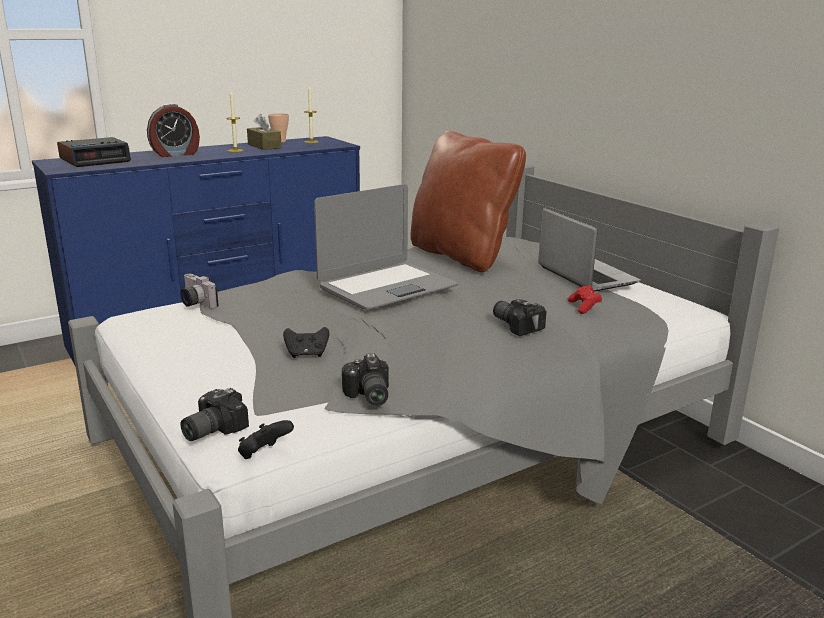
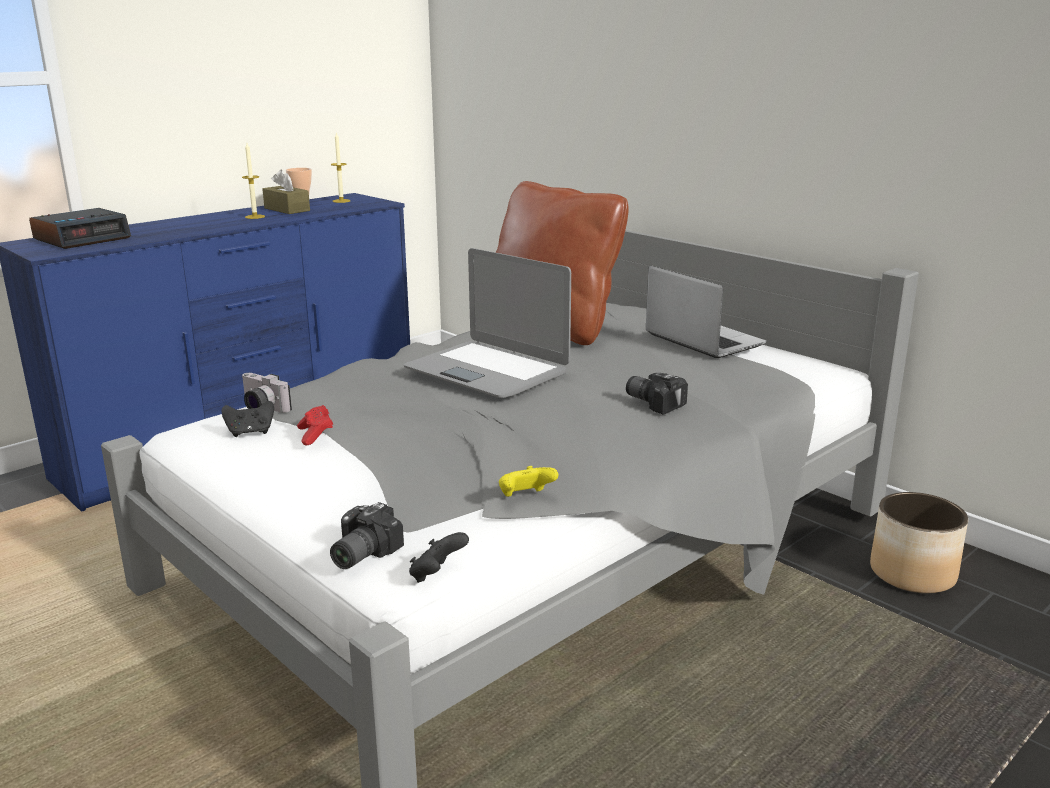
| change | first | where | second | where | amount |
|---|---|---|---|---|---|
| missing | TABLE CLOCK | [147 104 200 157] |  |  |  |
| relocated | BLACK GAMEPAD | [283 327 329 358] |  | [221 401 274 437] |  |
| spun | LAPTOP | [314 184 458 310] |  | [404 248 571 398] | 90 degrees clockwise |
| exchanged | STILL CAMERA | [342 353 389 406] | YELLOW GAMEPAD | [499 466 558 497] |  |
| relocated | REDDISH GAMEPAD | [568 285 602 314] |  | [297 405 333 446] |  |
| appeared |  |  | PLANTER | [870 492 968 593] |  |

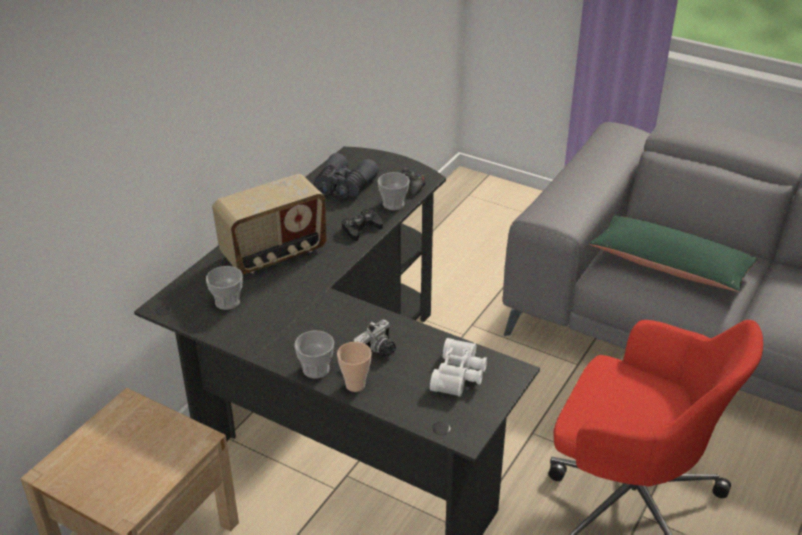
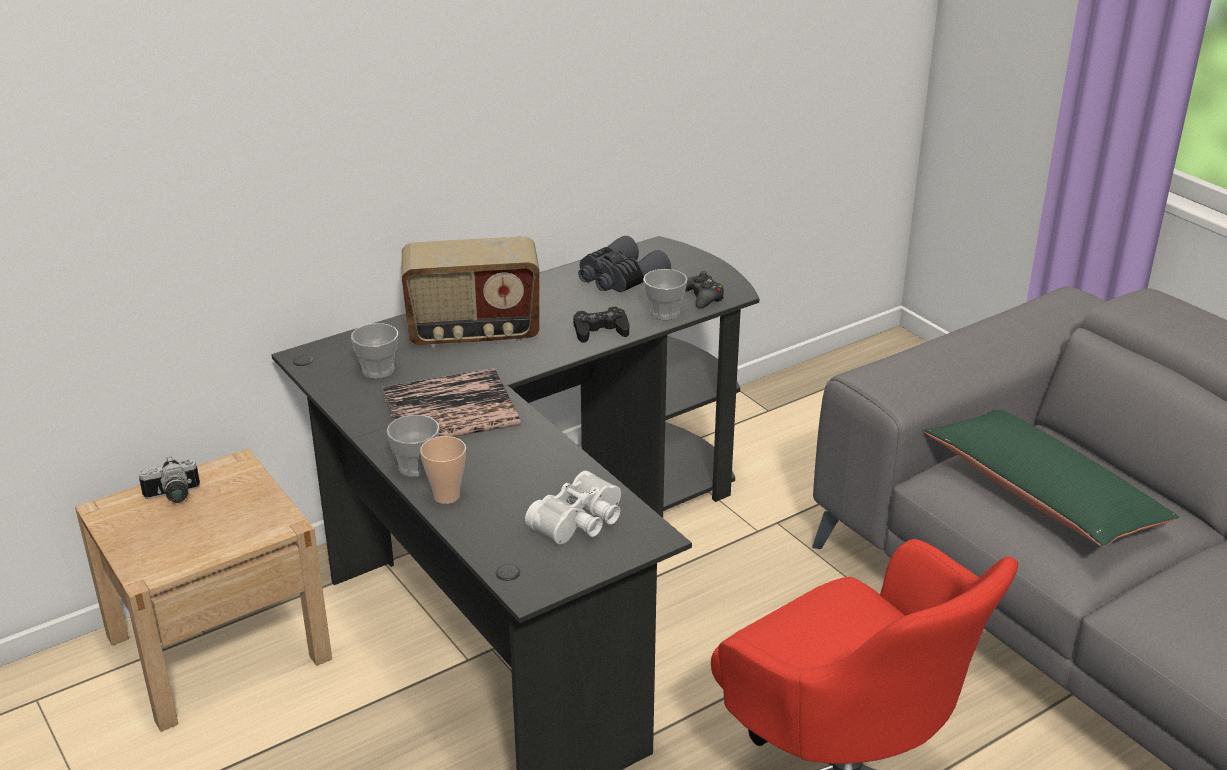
| change | first | where | second | where | amount |
|---|---|---|---|---|---|
| relocated | STILL CAMERA | [354 320 396 357] |  | [139 456 200 503] |  |
| appeared |  |  | BOOK | [382 368 521 437] |  |

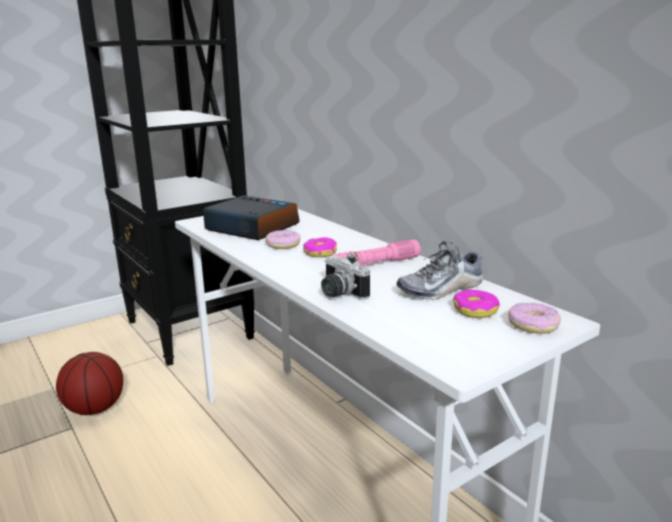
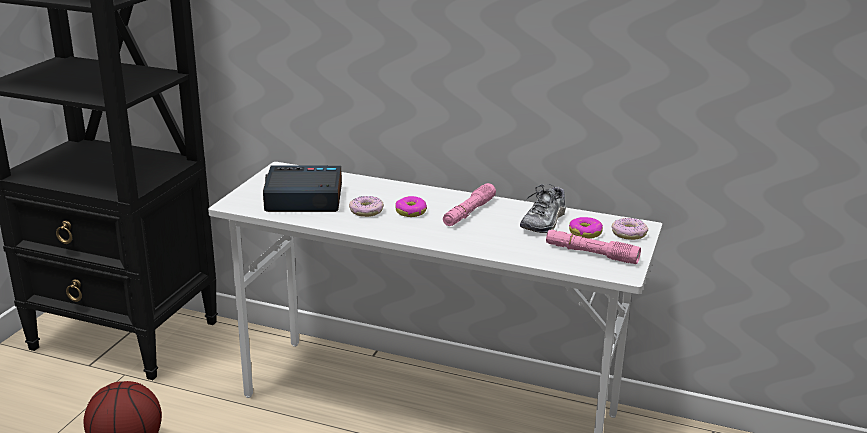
| change | first | where | second | where | amount |
|---|---|---|---|---|---|
| missing | STILL CAMERA | [321 254 370 300] |  |  |  |
| appeared |  |  | PINK-COLOURED TORCH | [546 230 641 264] |  |

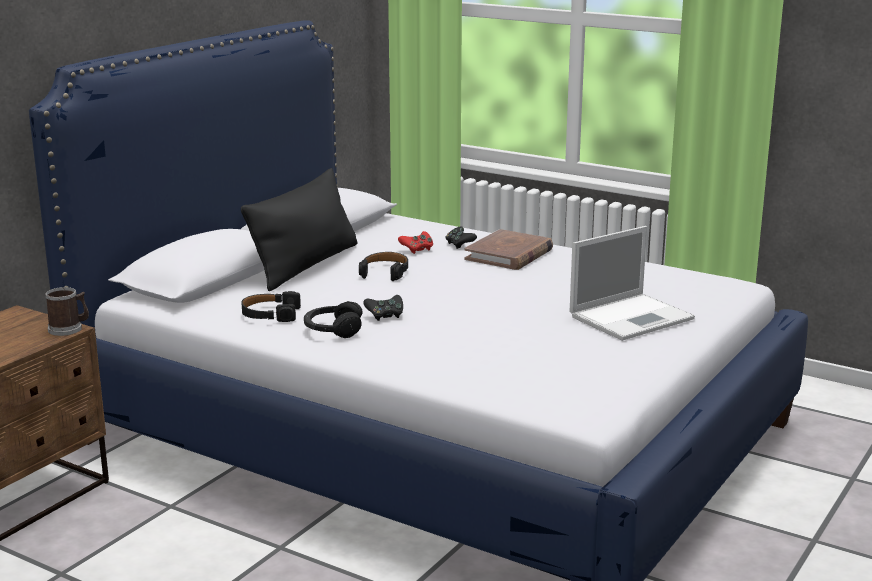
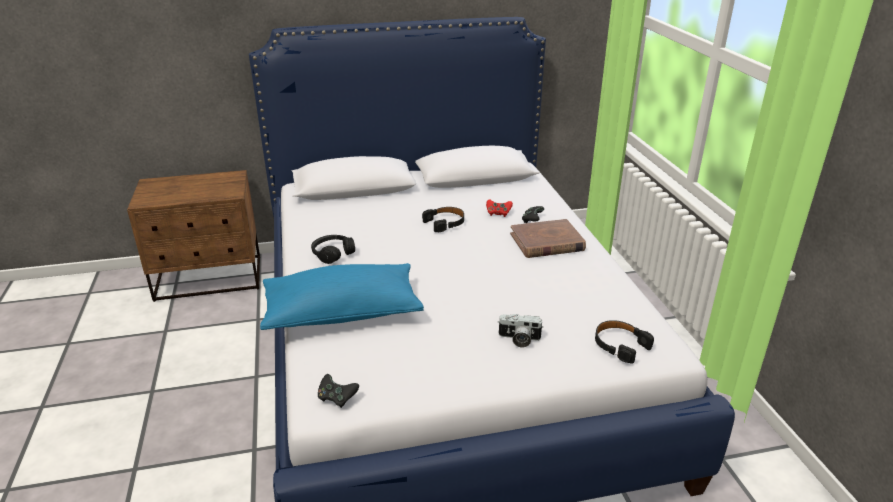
| change | first | where | second | where | amount |
|---|---|---|---|---|---|
| missing | TEA MUG | [45 287 89 336] |  |  |  |
| missing | BLACK CUSHION | [241 168 357 291] |  |  |  |
| relocated | BLACK HEADPHONES | [242 291 301 322] |  | [595 320 654 364] |  |
| relocated | BLACK GAMEPAD | [363 295 403 321] |  | [318 374 359 408] |  |
| exchanged | LAPTOP | [569 226 695 341] | STILL CAMERA | [498 314 543 347] |  |
| appeared |  |  | BLUE CUSHION | [260 263 424 330] |  |

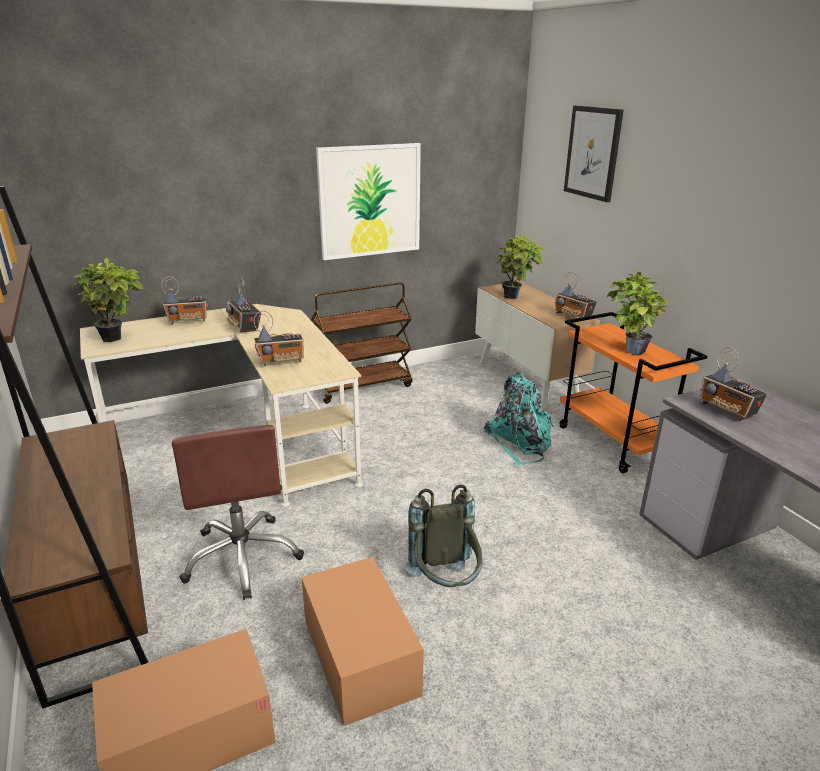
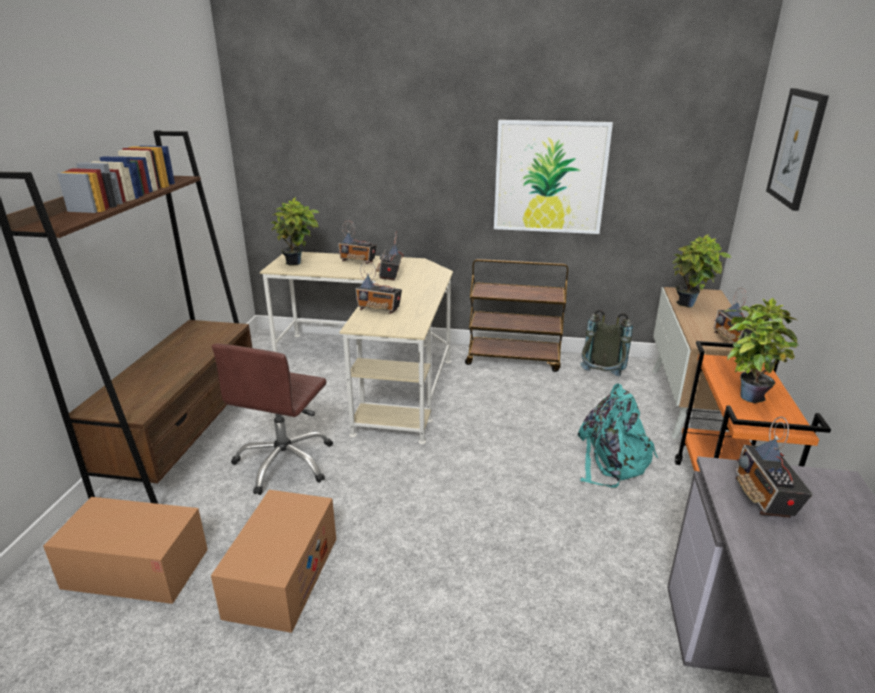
| change | first | where | second | where | amount |
|---|---|---|---|---|---|
| relocated | GREYISH RUCKSACK | [405 484 483 587] |  | [580 310 633 377] |  |

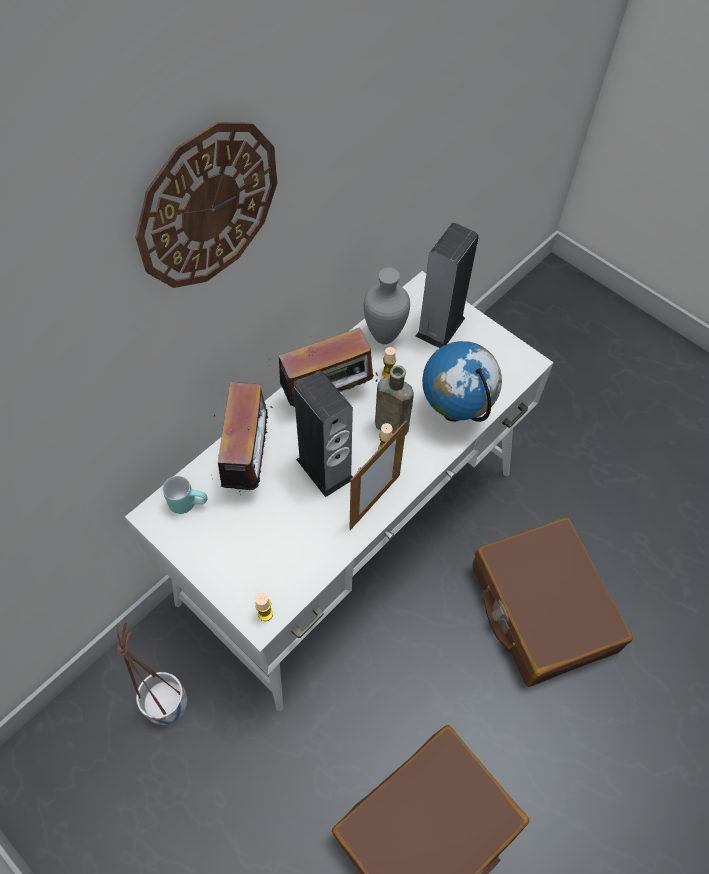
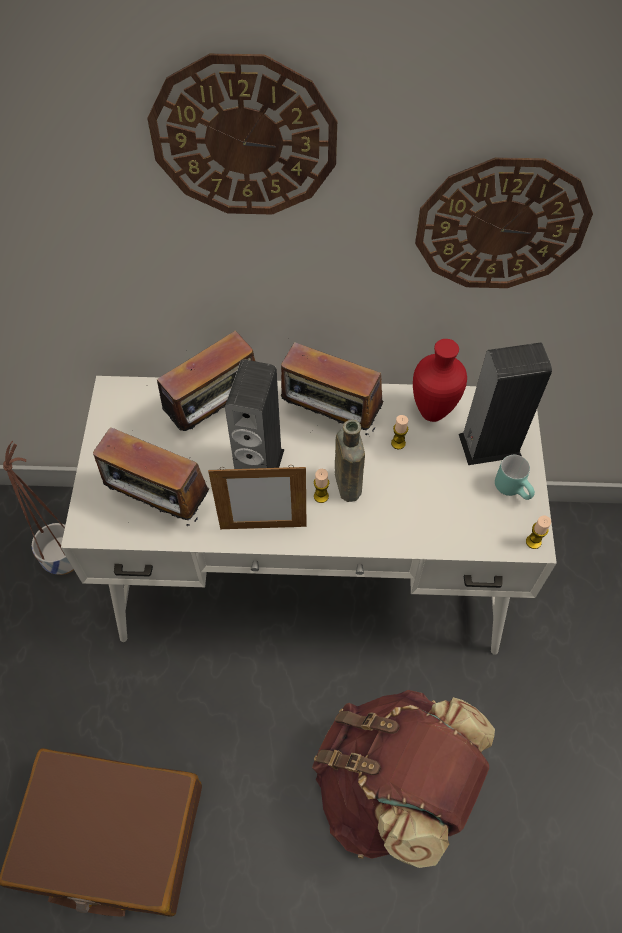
| change | first | where | second | where | amount |
|---|---|---|---|---|---|
| relocated | TURQUOISE TEA MUG | [163 476 208 514] |  | [495 455 535 500] |  |
| relocated | CANDLE | [255 592 273 621] |  | [526 515 551 549] |  |
| colour | GREYISH VASE | [364 267 410 344] | REDDISH VASE | [413 339 467 422] |  |
| missing | WORLD GLOBE | [422 341 502 422] |  |  |  |
| exchanged | BROWN-COLOURED TRAVEL CASE | [473 518 633 687] | BROWN-COLOURED RUCKSACK | [312 690 495 868] |  |
| appeared |  |  | RADIO SET | [93 427 209 526] |  |
| appeared |  |  | HANGING CLOCK | [415 157 593 288] |  |

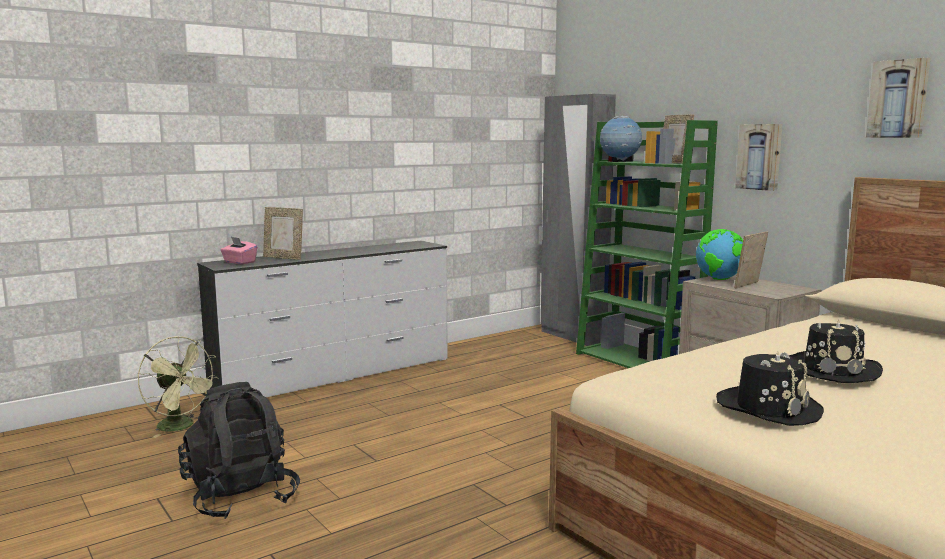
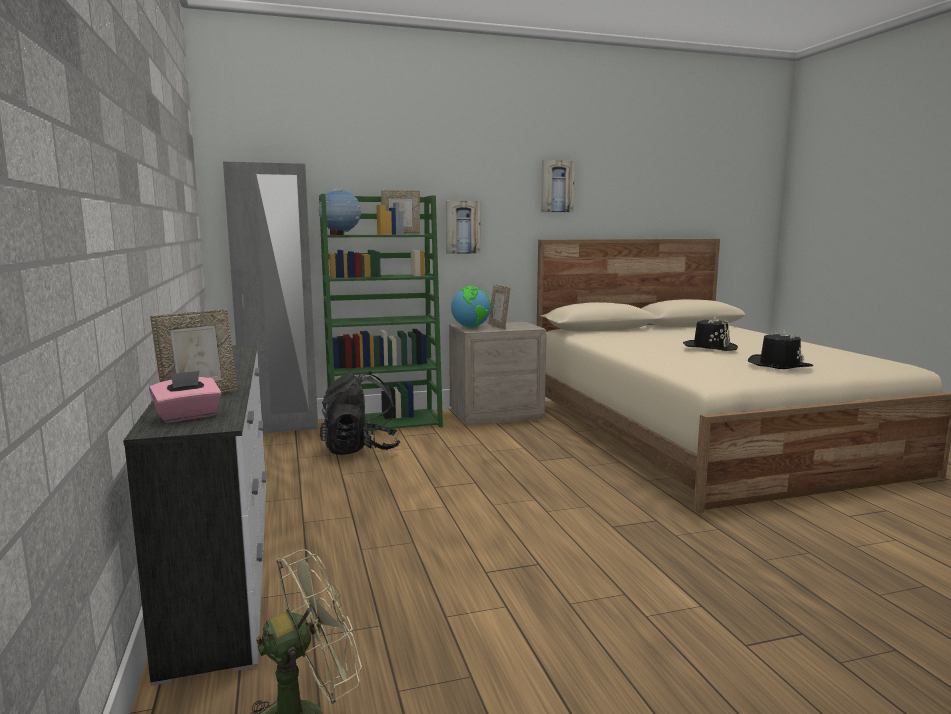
| change | first | where | second | where | amount |
|---|---|---|---|---|---|
| relocated | BLACK RUCKSACK | [178 382 300 519] |  | [320 371 401 455] |  |

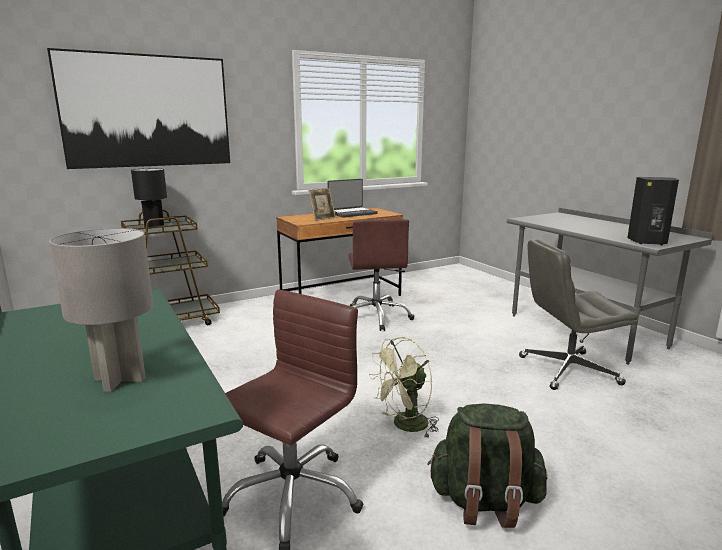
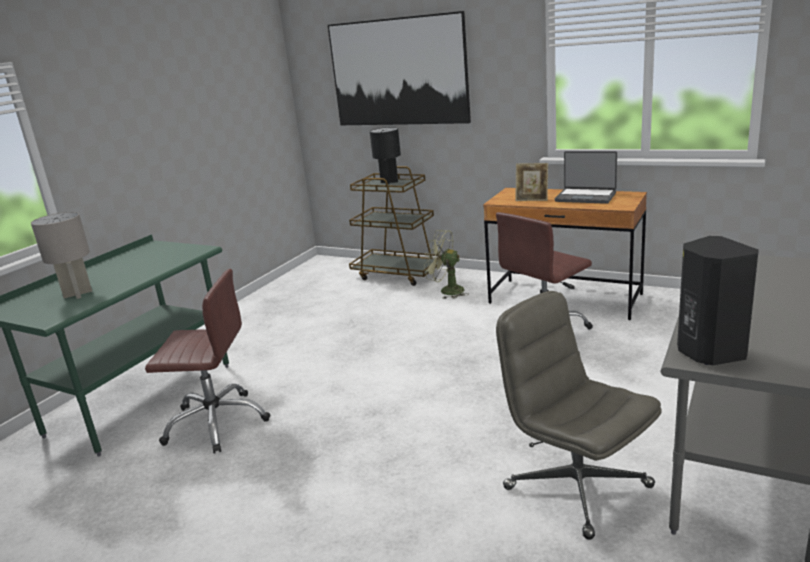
| change | first | where | second | where | amount |
|---|---|---|---|---|---|
| relocated | GREEN-COLOURED FAN | [369 337 439 439] |  | [424 230 469 299] |  |
| missing | GREEN-COLOURED RUCKSACK | [428 404 547 528] |  |  |  |

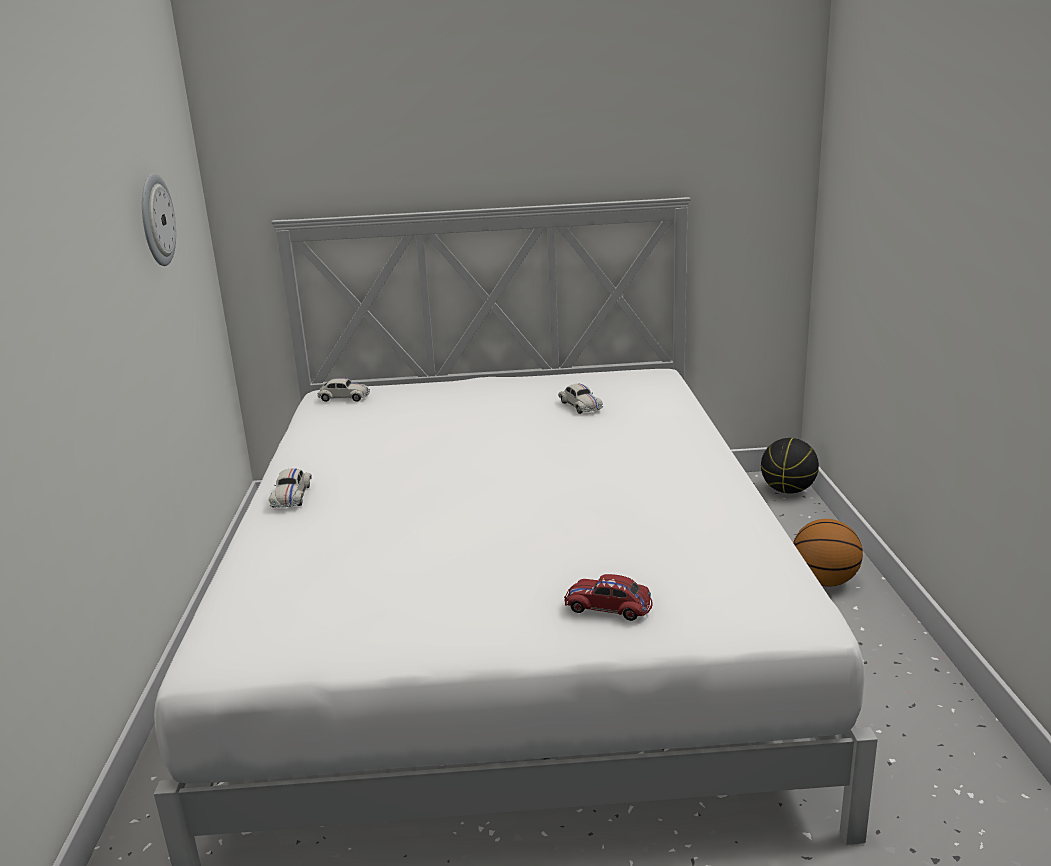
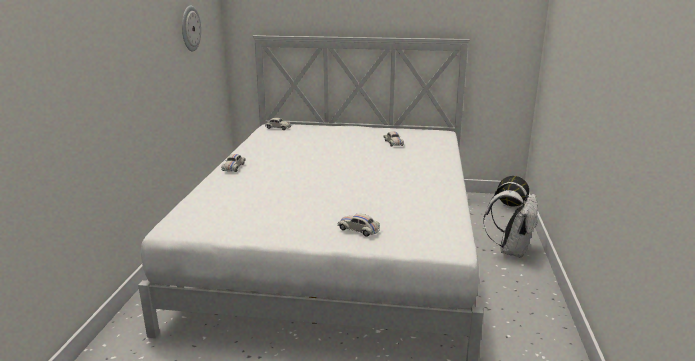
| change | first | where | second | where | amount |
|---|---|---|---|---|---|
| colour | REDDISH MINIATURE CAR | [564 574 652 621] | WHITE-COLOURED MINIATURE CAR | [337 214 380 237] |  |
| exchanged | BASKETBALL BALL | [793 519 863 587] | WHITE-COLOURED RUCKSACK | [483 182 538 258] |  |

